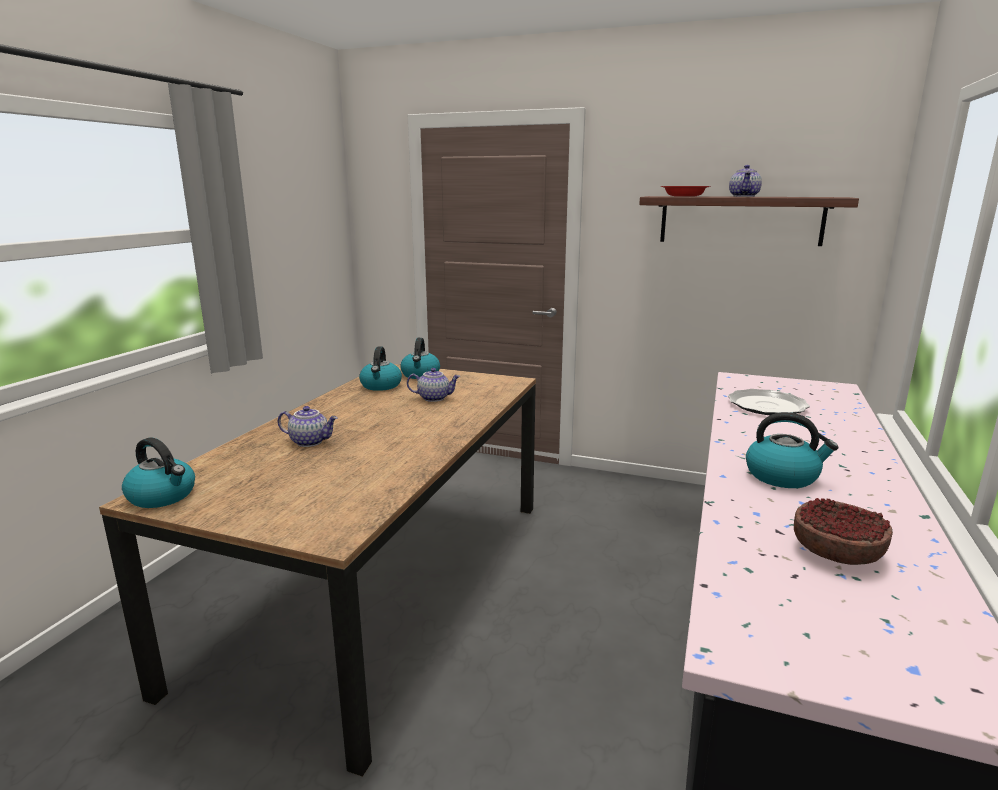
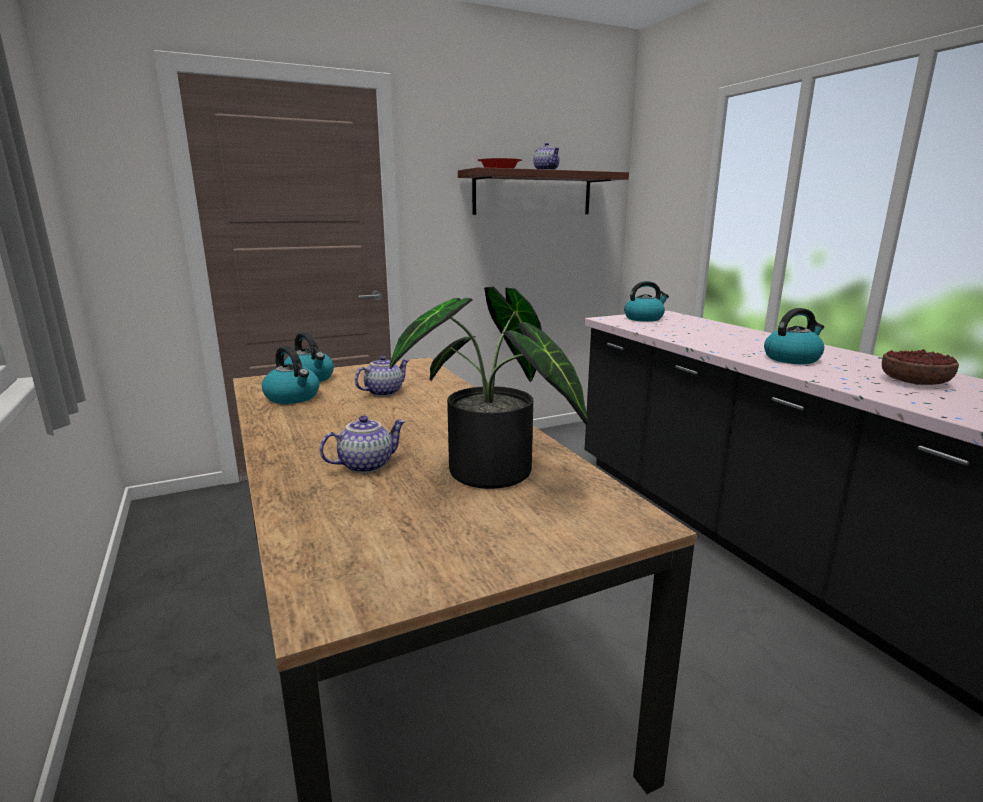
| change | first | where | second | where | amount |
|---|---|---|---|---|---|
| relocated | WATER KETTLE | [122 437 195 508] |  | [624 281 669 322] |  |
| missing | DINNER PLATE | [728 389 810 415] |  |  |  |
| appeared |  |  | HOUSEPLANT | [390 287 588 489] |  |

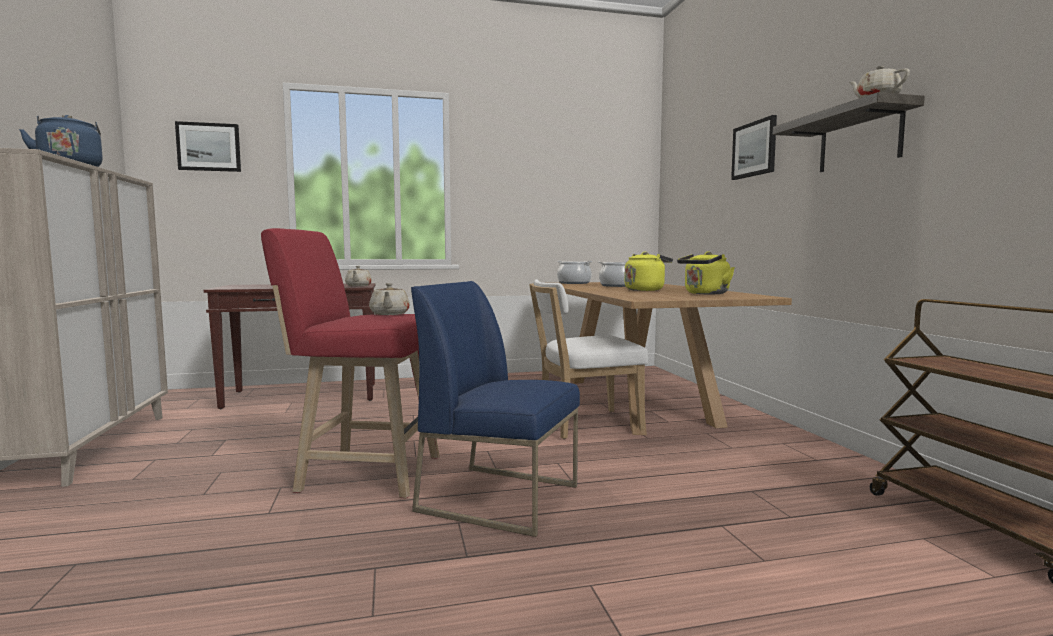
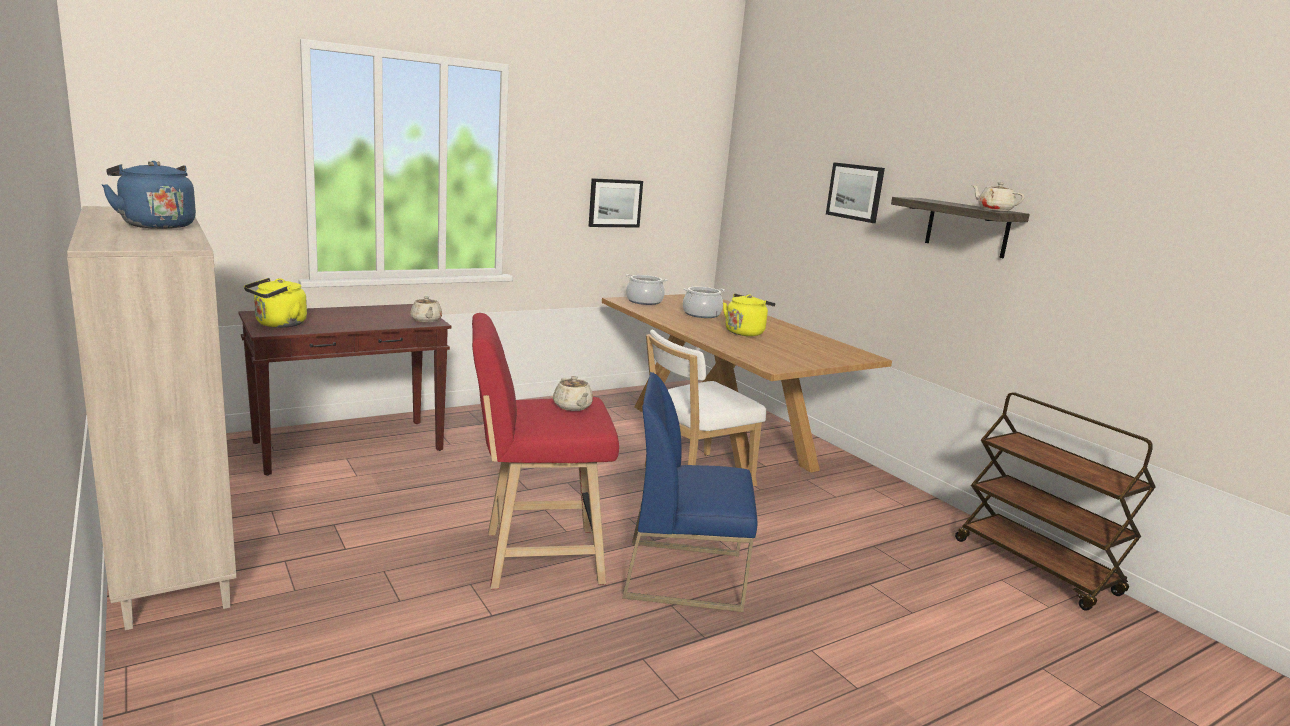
| change | first | where | second | where | amount |
|---|---|---|---|---|---|
| relocated | PICTURE | [175 121 241 172] |  | [589 178 643 228] |  |
| relocated | YELLOW WATER KETTLE | [677 251 735 294] |  | [244 278 307 328] |  |

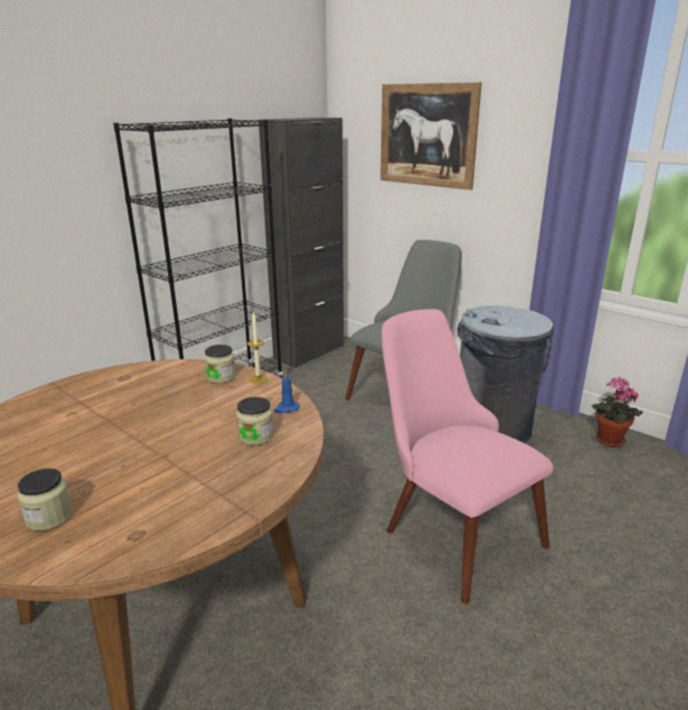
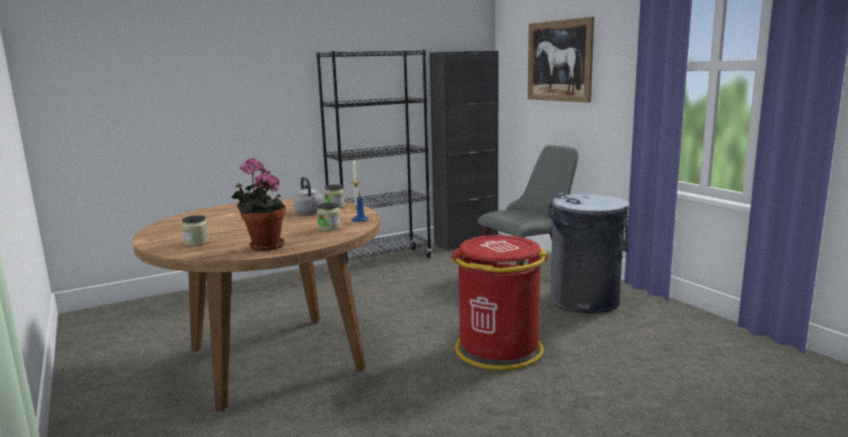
| change | first | where | second | where | amount |
|---|---|---|---|---|---|
| exchanged | PINK-COLOURED PLAIN CHAIR | [381 309 553 604] | REDDISH WASTE BIN | [451 235 548 370] |  |
| relocated | HOUSEPLANT | [592 377 643 447] |  | [231 158 286 251] |  |
| appeared |  |  | GREYISH WATER KETTLE | [293 177 323 214] |  |

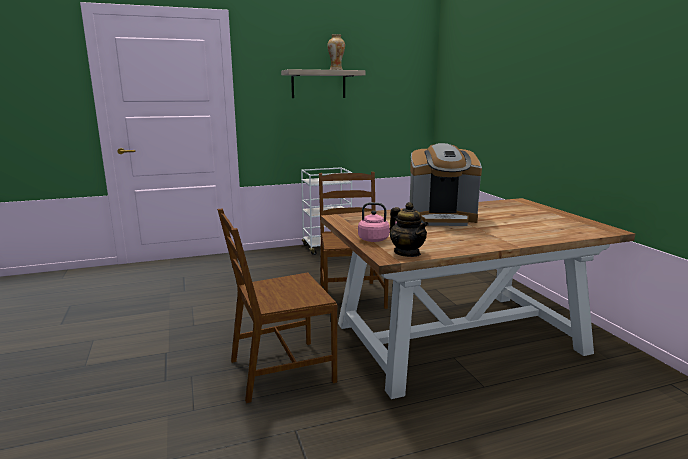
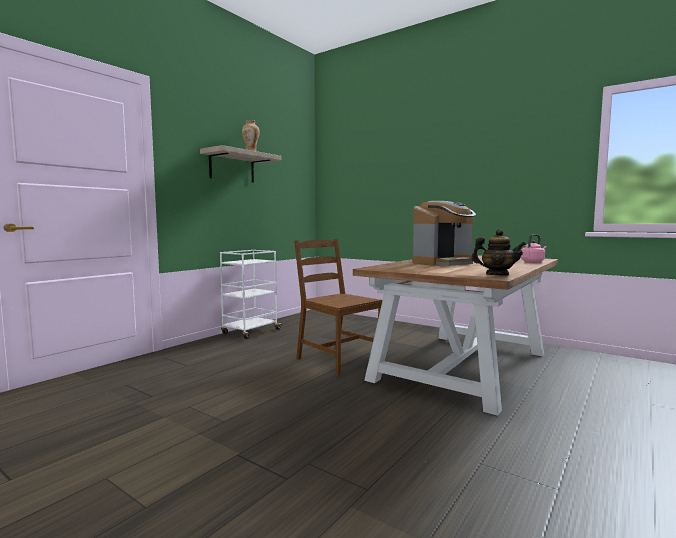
| change | first | where | second | where | amount |
|---|---|---|---|---|---|
| missing | BROWN-COLOURED PLAIN CHAIR | [217 209 337 403] |  |  |  |
| relocated | PINK-COLOURED WATER KETTLE | [358 202 397 242] |  | [521 234 547 262] |  |

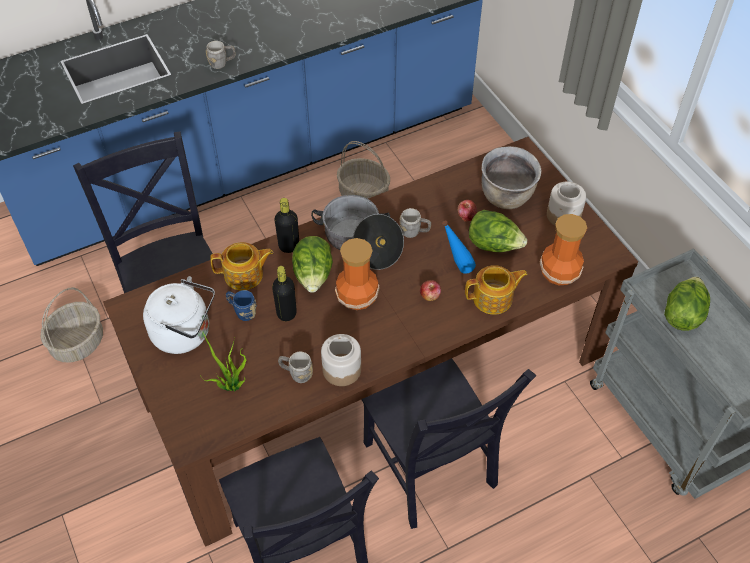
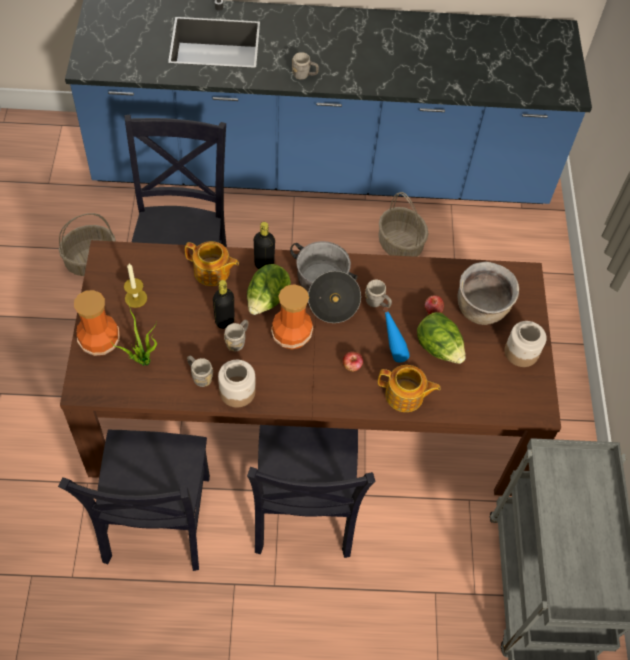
| change | first | where | second | where | amount |
|---|---|---|---|---|---|
| exchanged | WHITE-COLOURED WATER KETTLE | [143 276 215 354] | CANDLE | [124 263 147 308] |  |
| missing | BLUE TEA MUG | [226 290 256 321] |  |  |  |
| relocated | VASE | [540 214 587 285] |  | [74 290 120 356] |  |
| missing | HEAD OF LETTUCE | [664 277 710 331] |  |  |  |
| appeared |  |  | GREYISH TEA MUG | [224 320 248 352] |  |

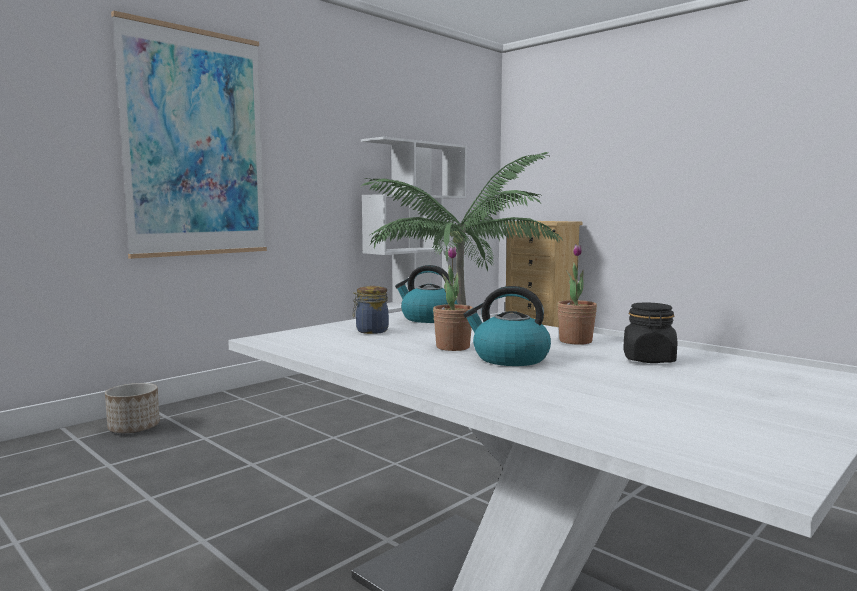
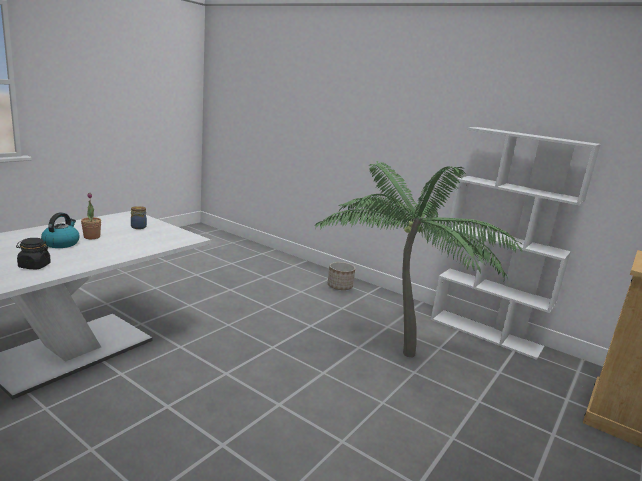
| change | first | where | second | where | amount |
|---|---|---|---|---|---|
| relocated | PLANTER | [105 383 160 433] |  | [328 262 355 290] |  |
| missing | PICTURE | [111 11 267 259] |  |  |  |
| missing | WATER KETTLE | [395 265 458 323] |  |  |  |
| missing | HOUSEPLANT | [557 244 597 345] |  |  |  |

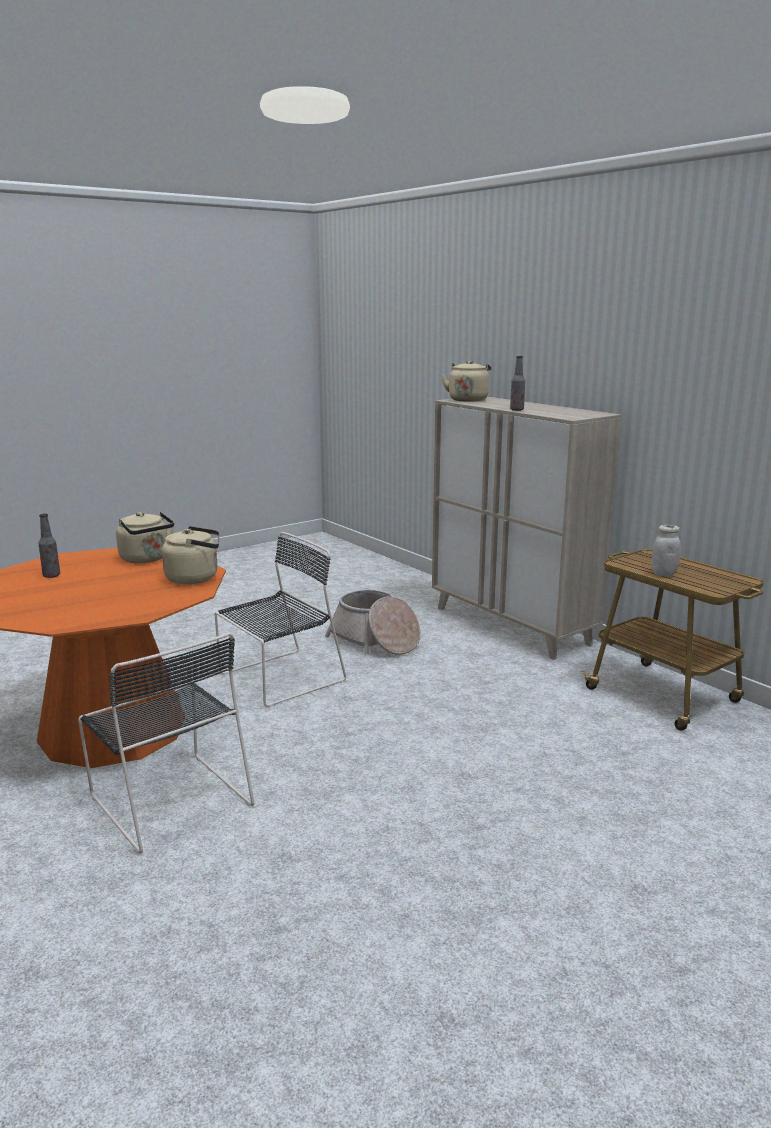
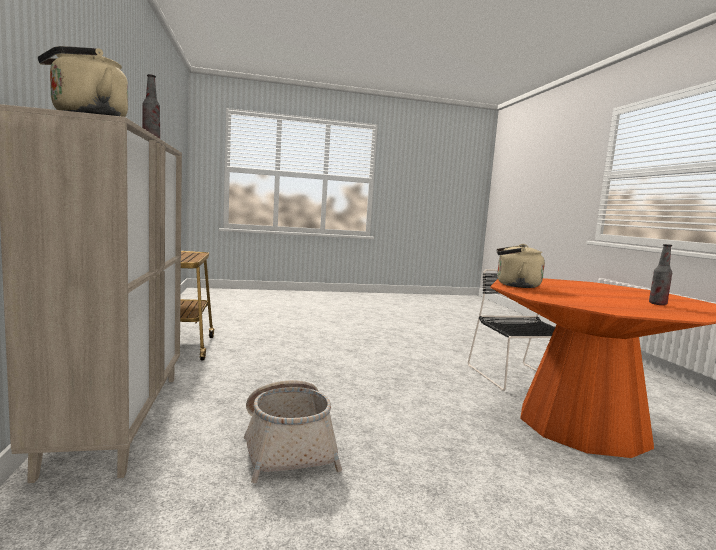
| change | first | where | second | where | amount |
|---|---|---|---|---|---|
| missing | BEIGE-COLOURED WATER KETTLE | [116 512 174 563] |  |  |  |
| missing | BLACK PLAIN CHAIR | [214 532 346 707] |  |  |  |
| missing | WHITE-COLOURED JAR | [651 525 681 577] |  |  |  |

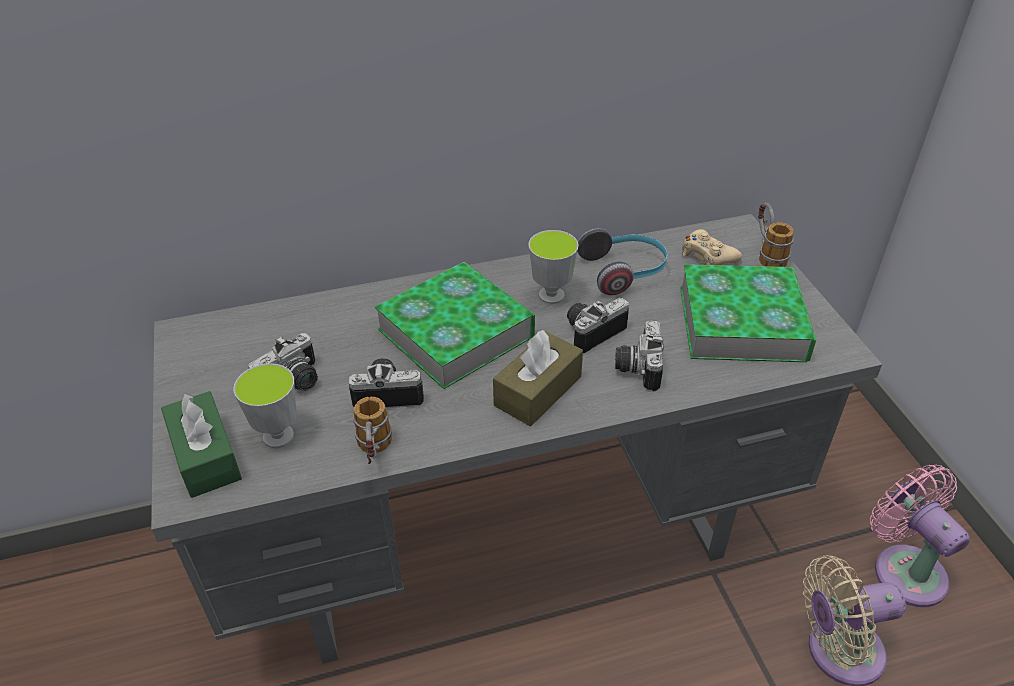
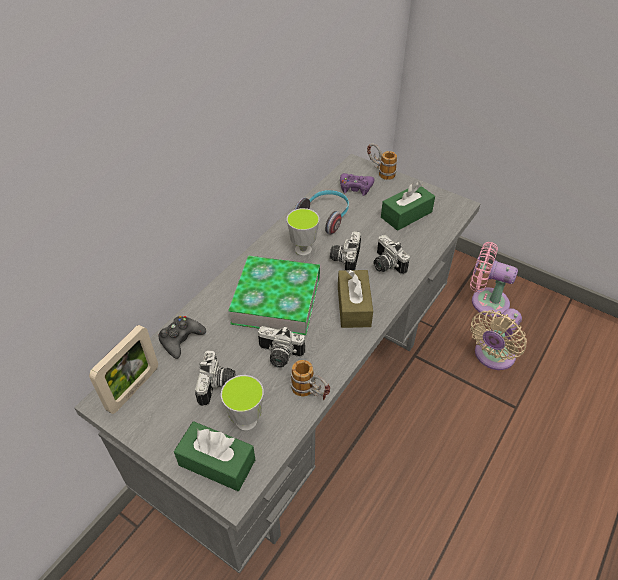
| change | first | where | second | where | amount |
|---|---|---|---|---|---|
| spun | STILL CAMERA | [349 358 424 408] |  | [258 326 305 368] | 120 degrees counterclockwise |
| exchanged | BOOK | [680 264 816 362] | GREEN-COLOURED TISSUE HOLDER | [381 182 435 231] |  |
| colour | BEIGE-COLOURED GAMEPAD | [682 229 742 265] | PURPLE GAMEPAD | [340 173 374 196] |  |
| appeared |  |  | PHOTO FRAME | [89 325 158 414] |  |
| appeared |  |  | BLACK GAMEPAD | [158 316 206 359] |  |

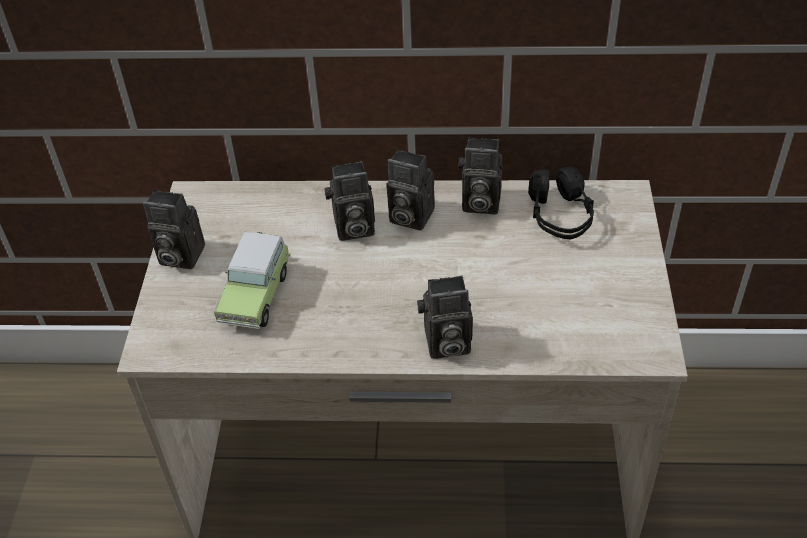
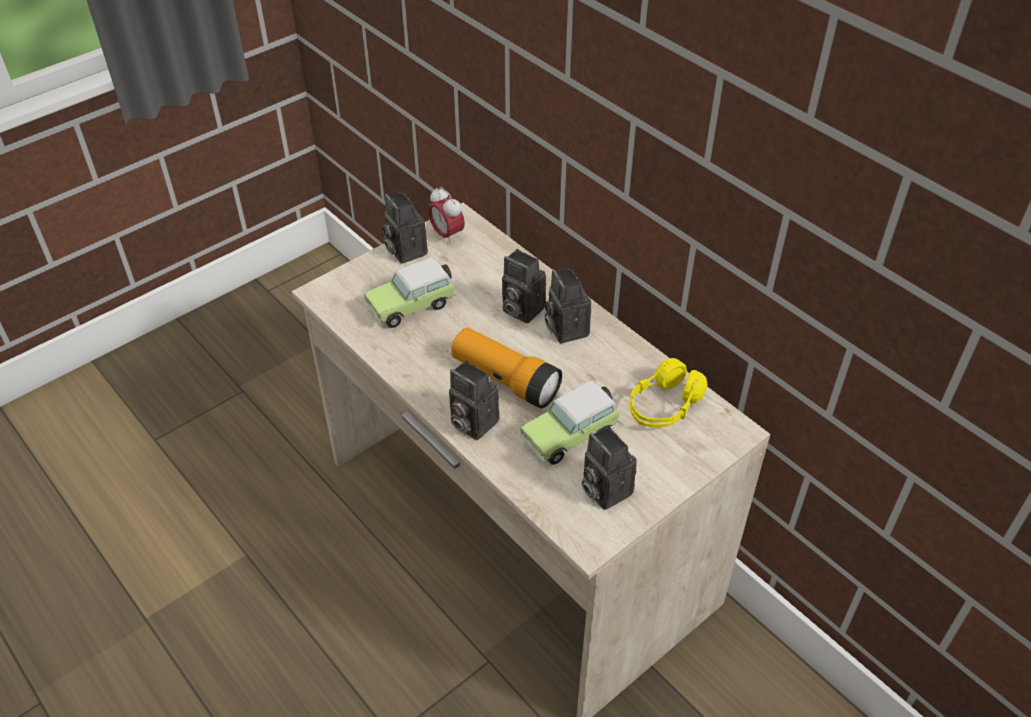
| change | first | where | second | where | amount |
|---|---|---|---|---|---|
| relocated | STILL CAMERA | [459 137 502 214] |  | [581 426 637 510] |  |
| colour | BLACK HEADPHONES | [528 167 594 239] | YELLOW HEADPHONES | [630 358 708 427] |  |
| appeared |  |  | TABLE CLOCK | [428 187 465 245] |  |
| appeared |  |  | TORCH | [452 327 562 408] |  |
| appeared |  |  | MINIATURE CAR | [520 380 620 465] |  |

